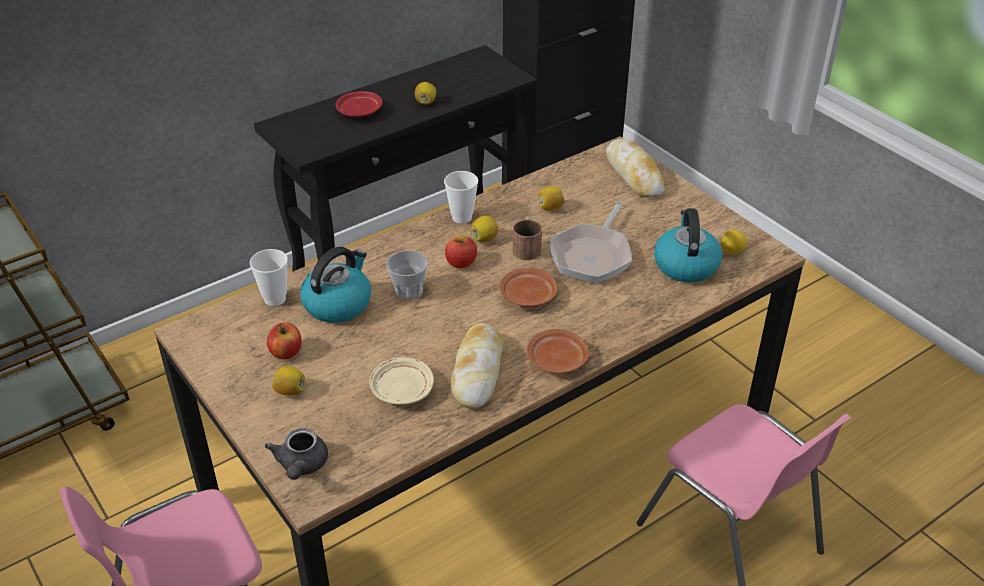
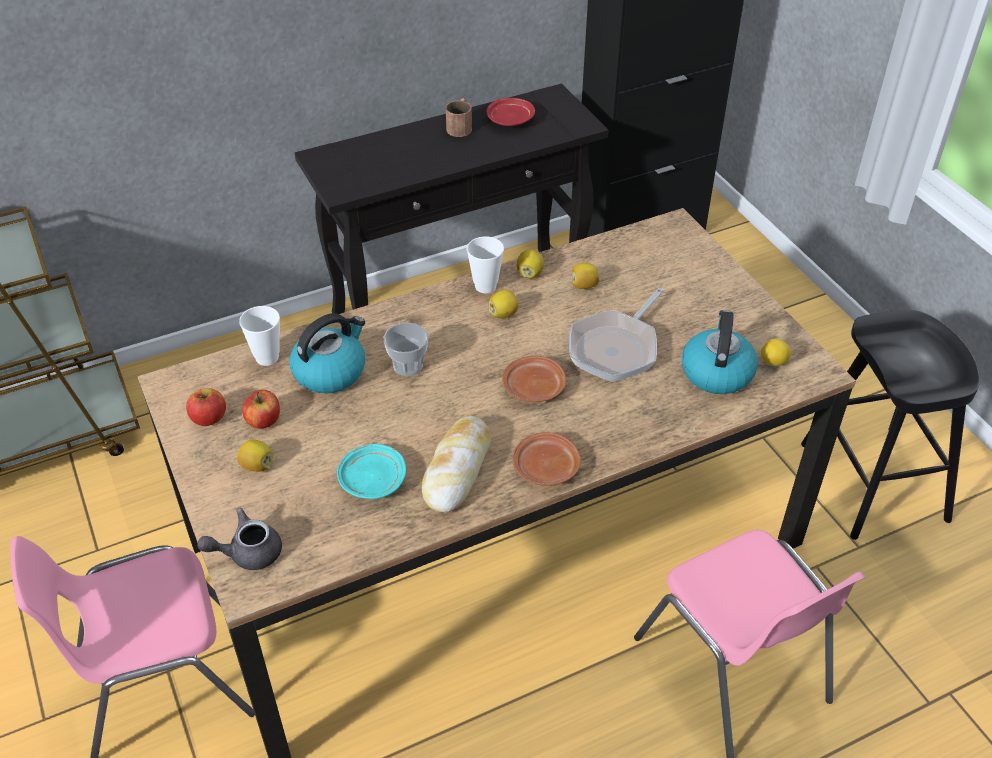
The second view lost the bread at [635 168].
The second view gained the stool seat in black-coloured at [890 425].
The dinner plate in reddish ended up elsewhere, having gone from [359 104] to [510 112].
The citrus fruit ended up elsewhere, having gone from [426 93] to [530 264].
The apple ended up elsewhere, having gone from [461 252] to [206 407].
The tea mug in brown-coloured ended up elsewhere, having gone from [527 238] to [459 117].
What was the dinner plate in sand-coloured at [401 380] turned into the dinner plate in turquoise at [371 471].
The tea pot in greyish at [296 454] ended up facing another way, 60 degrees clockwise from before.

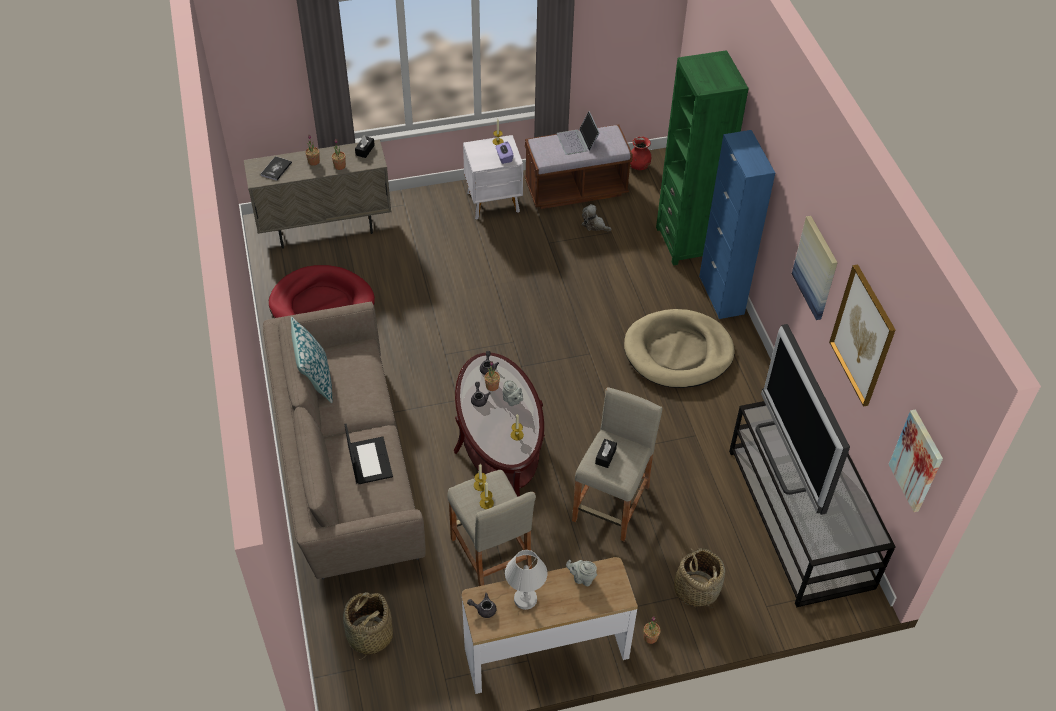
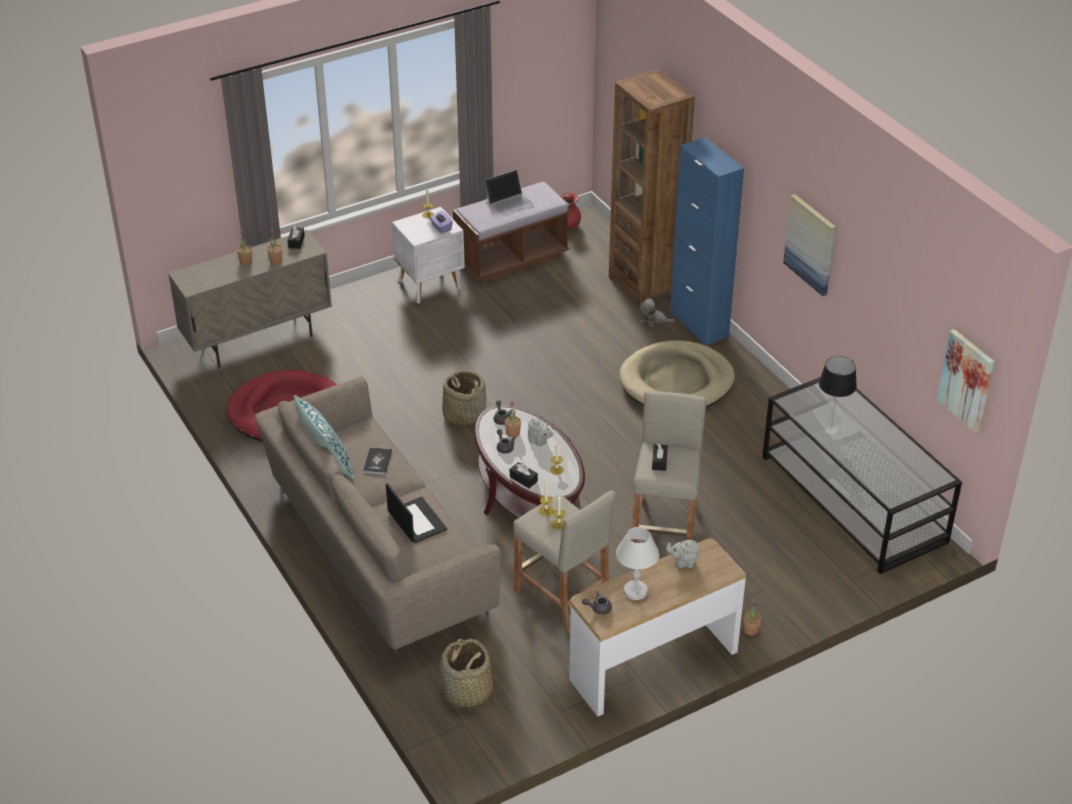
The second view lost the wall picture at [862 335].
The second view gained the tissue holder in black-coloured at [524 475].
The bound book ended up elsewhere, having gone from [276 168] to [377 461].
The cuddly toy ended up elsewhere, having gone from [596 217] to [657 312].
The household basket ended up elsewhere, having gone from [699 578] to [464 398].
Where the TV stood at [802 419], the tabletop lamp came to stand at [838 395].
What was the bookcase in greenish at [702 158] turned into the bookcase in brown-coloured at [652 188].
The portable computer at [578 133] ended up facing another way, 90 degrees counterclockwise from before.

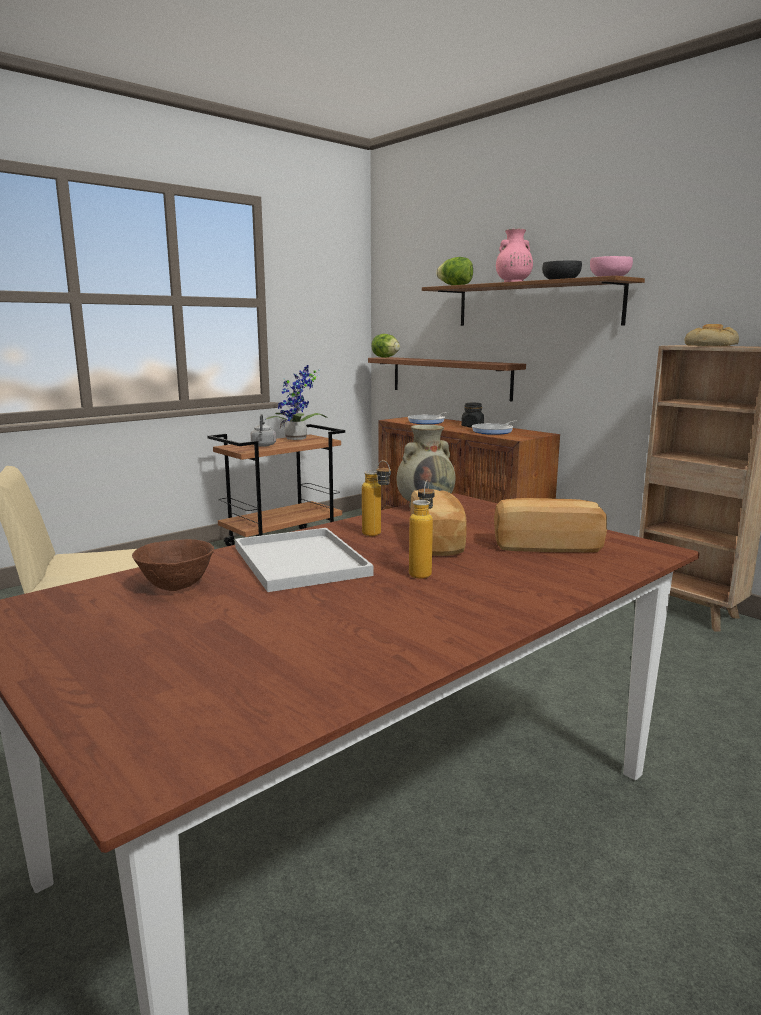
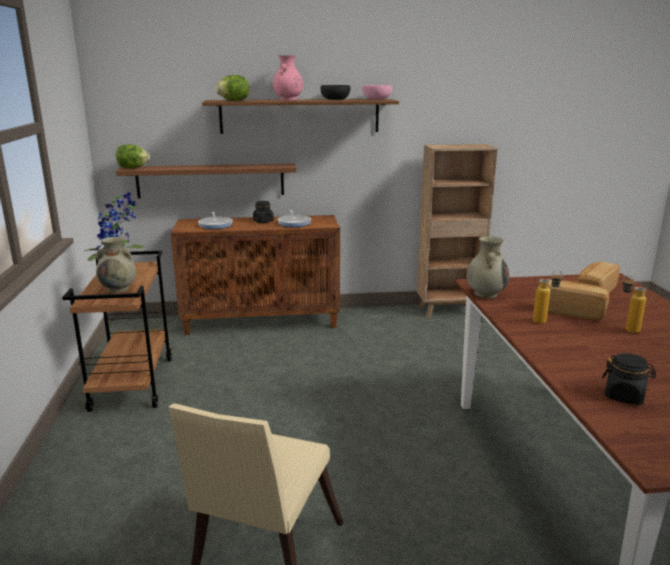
The second view lost the tray in white at [304 560].
The second view lost the bread at [712 335].
Where the bowl in brown-coloured stood at [173 565], the jar in black-coloured came to stand at [629 379].
Where the kettle in greyish stood at [263 430], the decorative vase in sand-coloured came to stand at [116 265].

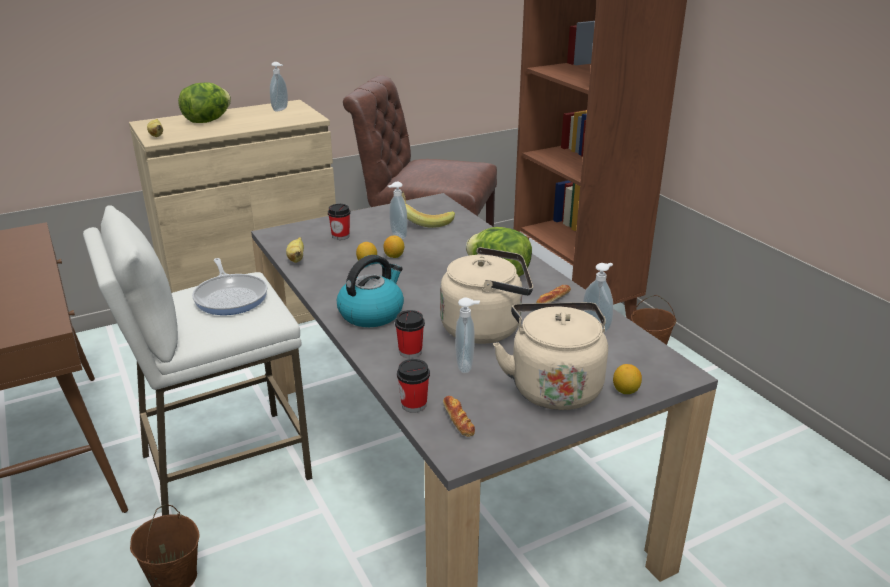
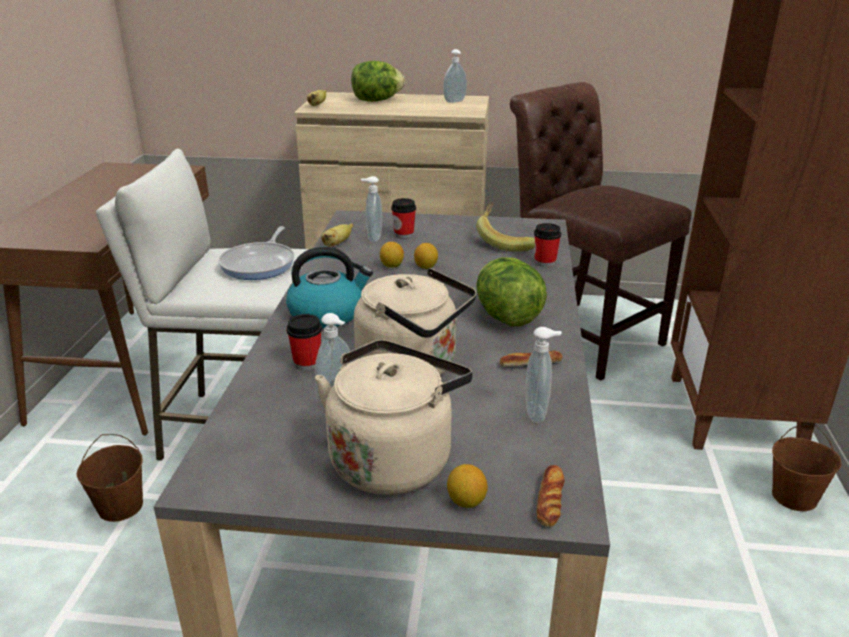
The soap bottle ended up elsewhere, having gone from [397 210] to [371 209].
The small cup ended up elsewhere, having gone from [413 386] to [547 245].
The bread ended up elsewhere, having gone from [459 416] to [550 496].

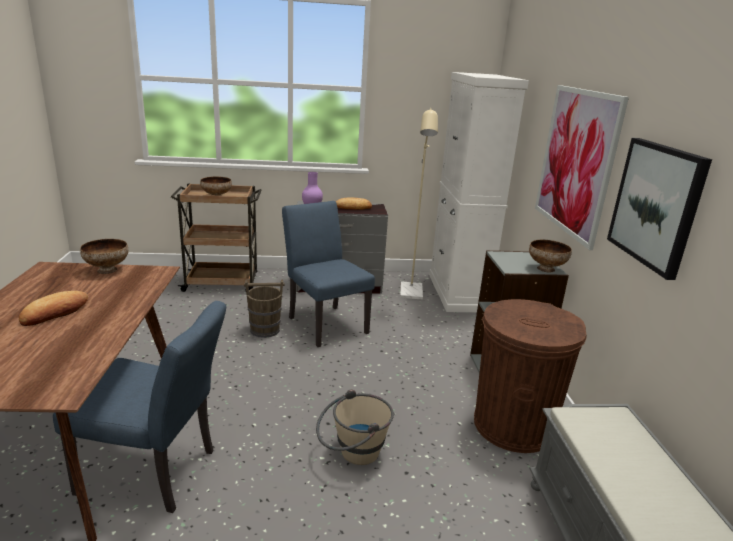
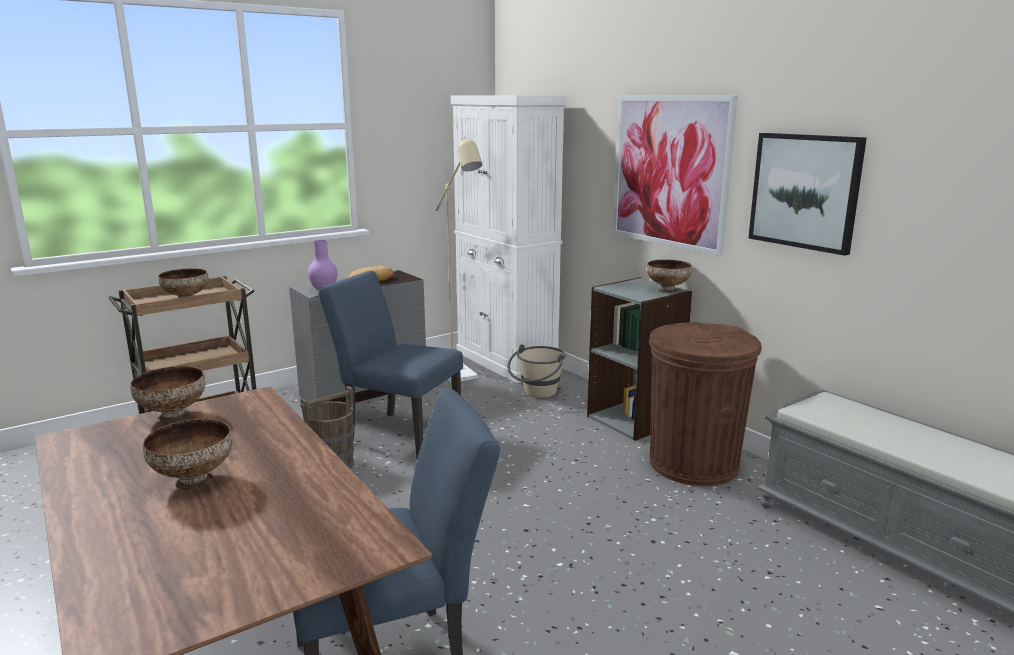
The water bucket in sand-coloured ended up elsewhere, having gone from [355 427] to [536 371].
Where the bread stood at [53 308], the bowl came to stand at [188 454].

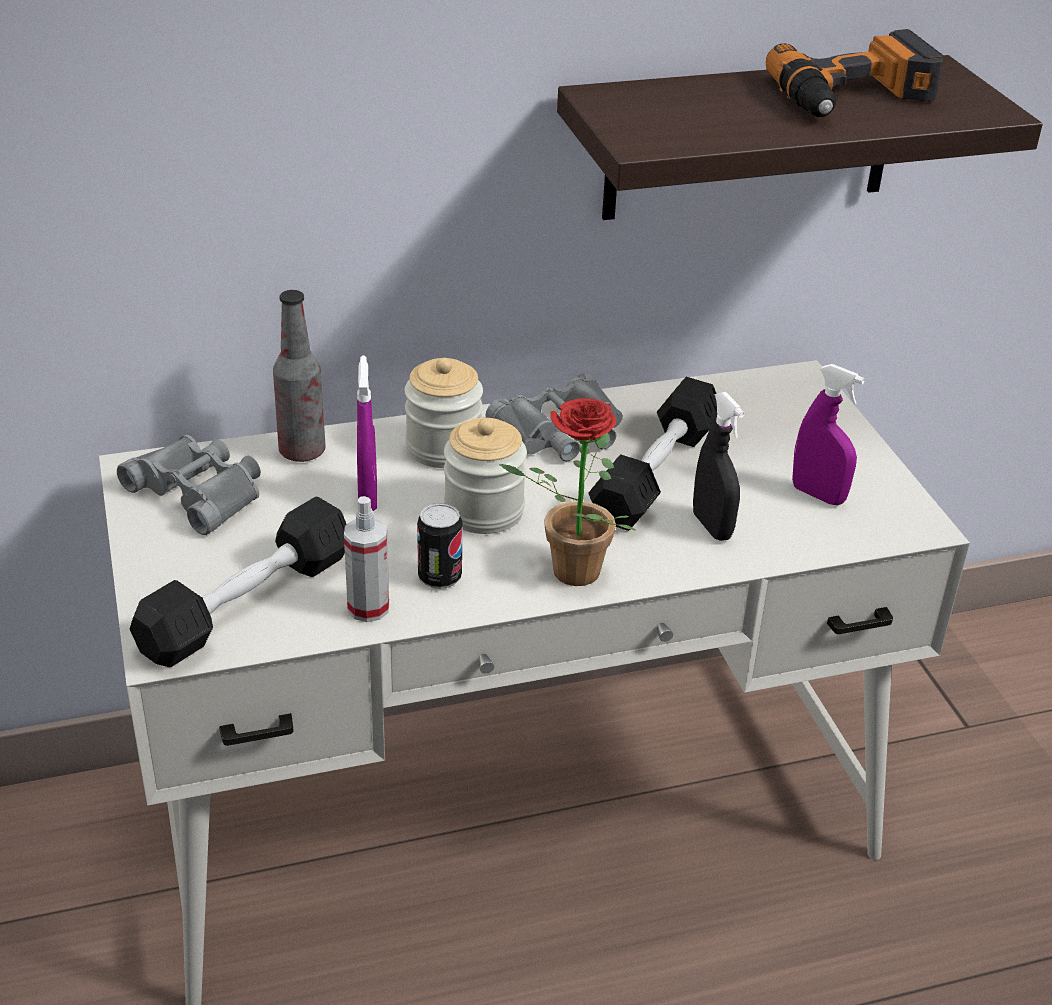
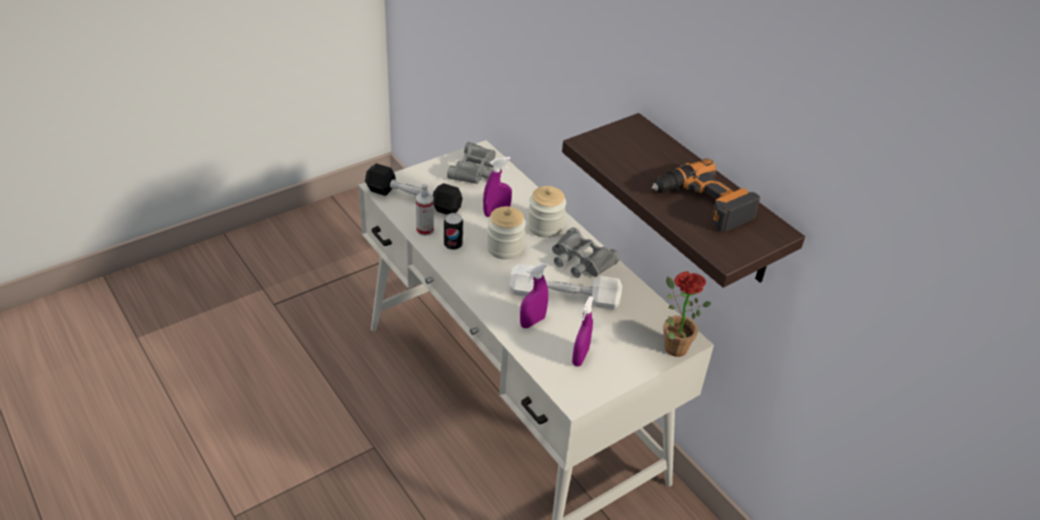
The second view lost the drink bottle at [299 376].
The potted plant ended up elsewhere, having gone from [567 492] to [687 314].
What was the free weight in black-coloured at [653 454] turned into the free weight in white at [565 287].
What was the spray bottle in black-coloured at [719 466] turned into the spray bottle in purple-coloured at [534 295].

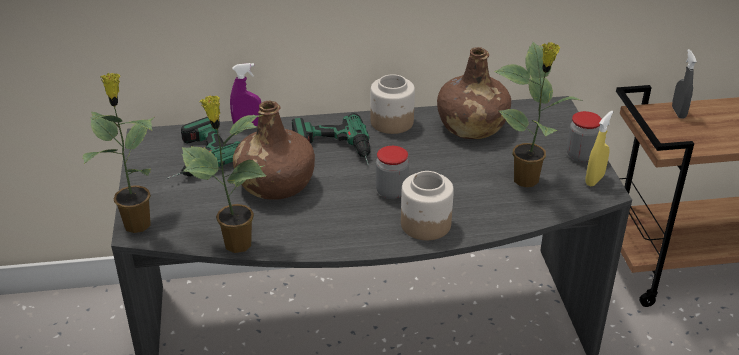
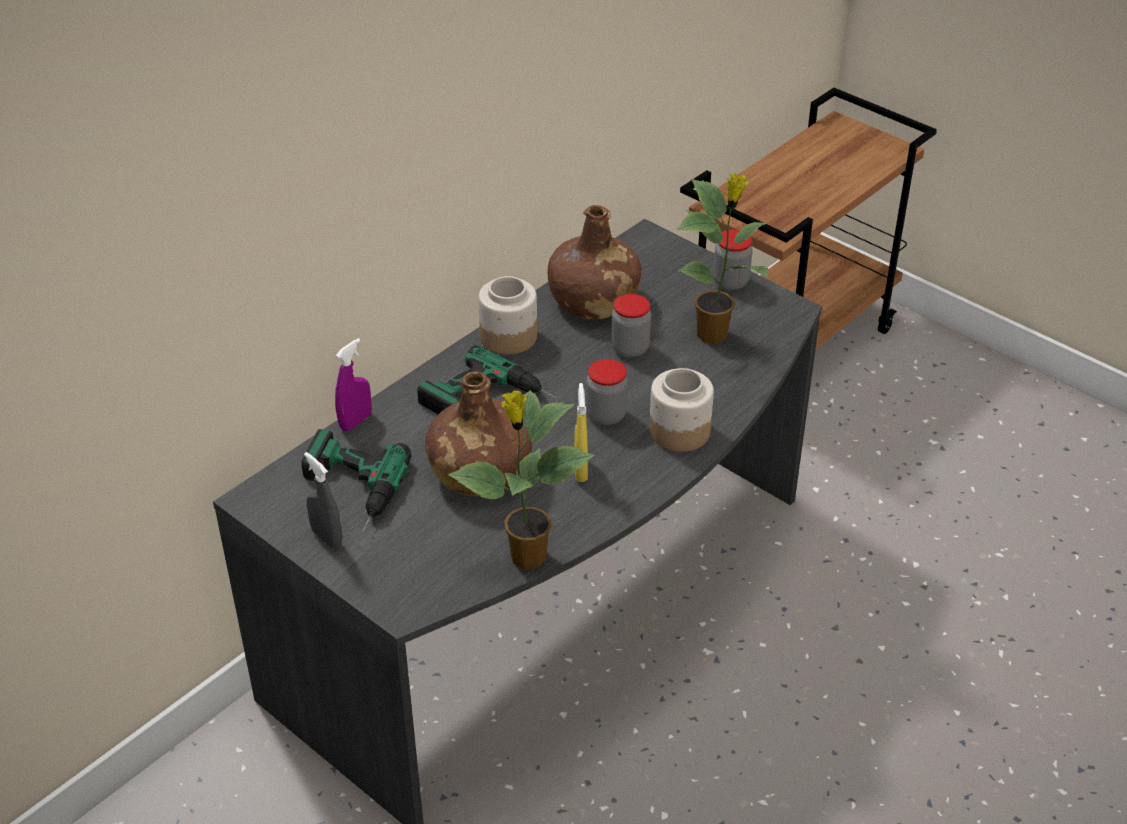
The second view lost the potted plant at [118 153].
The second view gained the jar at [631 326].
The spray bottle in yellow-coloured ended up elsewhere, having gone from [599 148] to [581 432].
The spray bottle in greyish ended up elsewhere, having gone from [684 84] to [323 500].

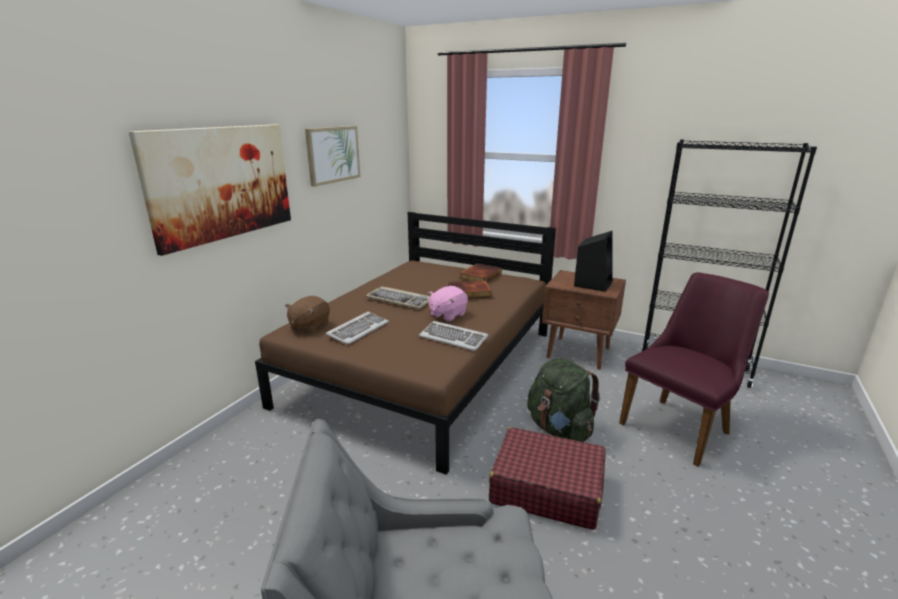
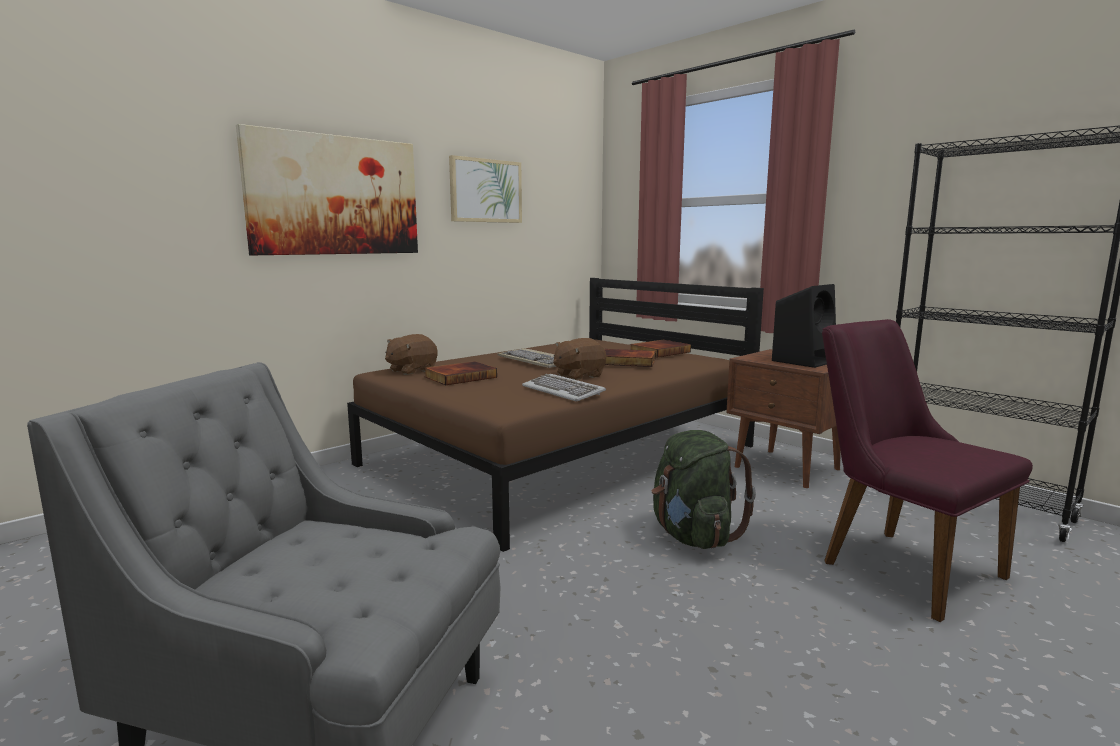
The second view lost the piece of luggage in reddish at [547 478].
Where the computer keyboard stood at [357 328], the bound book came to stand at [460 373].
What was the cuddly toy in pink-coloured at [448 304] turned into the cuddly toy in brown-coloured at [579 359].
The plain chair in purple-coloured at [694 369] ended up facing another way, 105 degrees counterclockwise from before.

